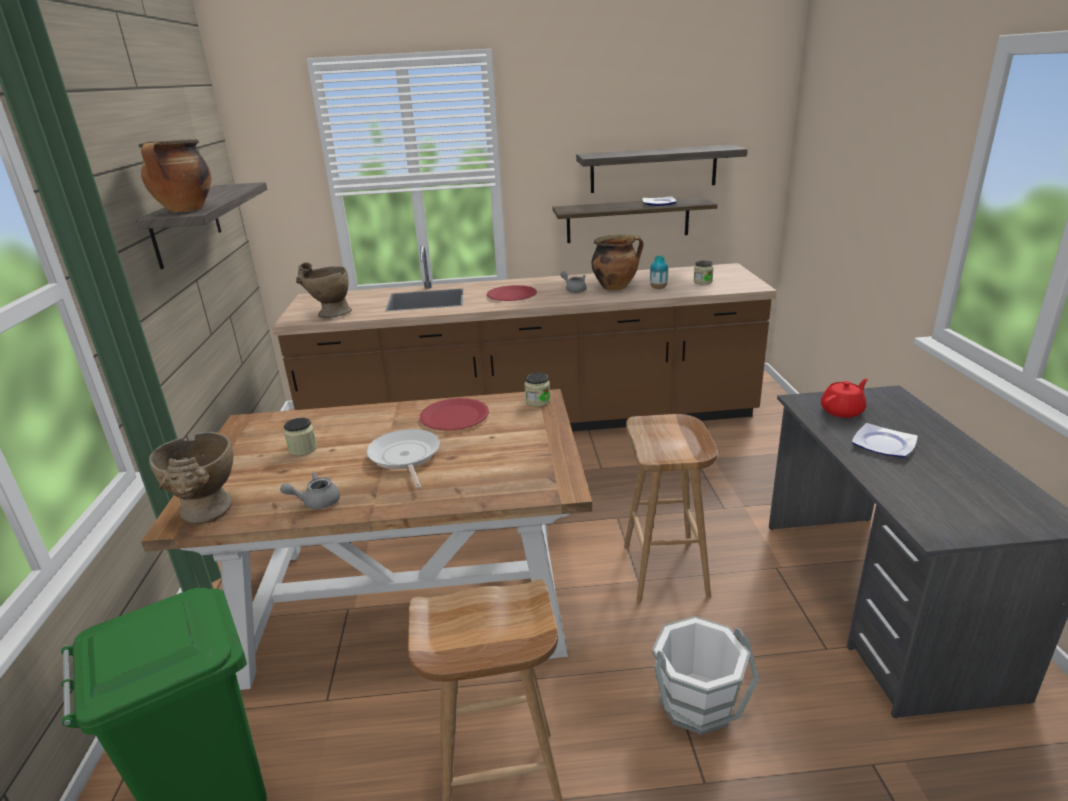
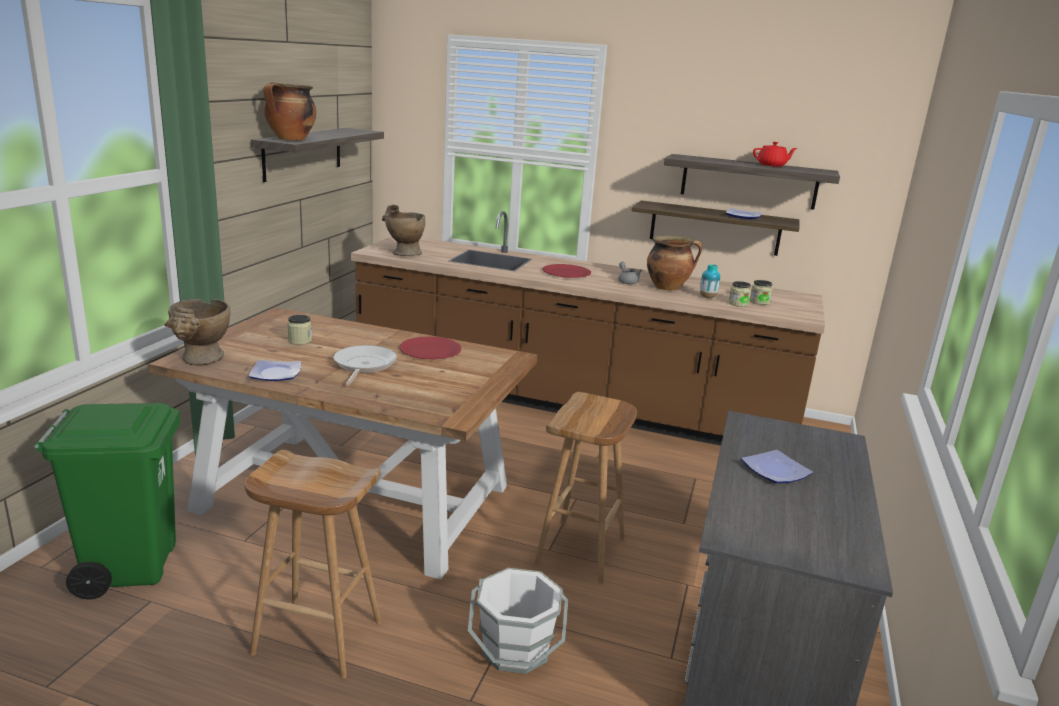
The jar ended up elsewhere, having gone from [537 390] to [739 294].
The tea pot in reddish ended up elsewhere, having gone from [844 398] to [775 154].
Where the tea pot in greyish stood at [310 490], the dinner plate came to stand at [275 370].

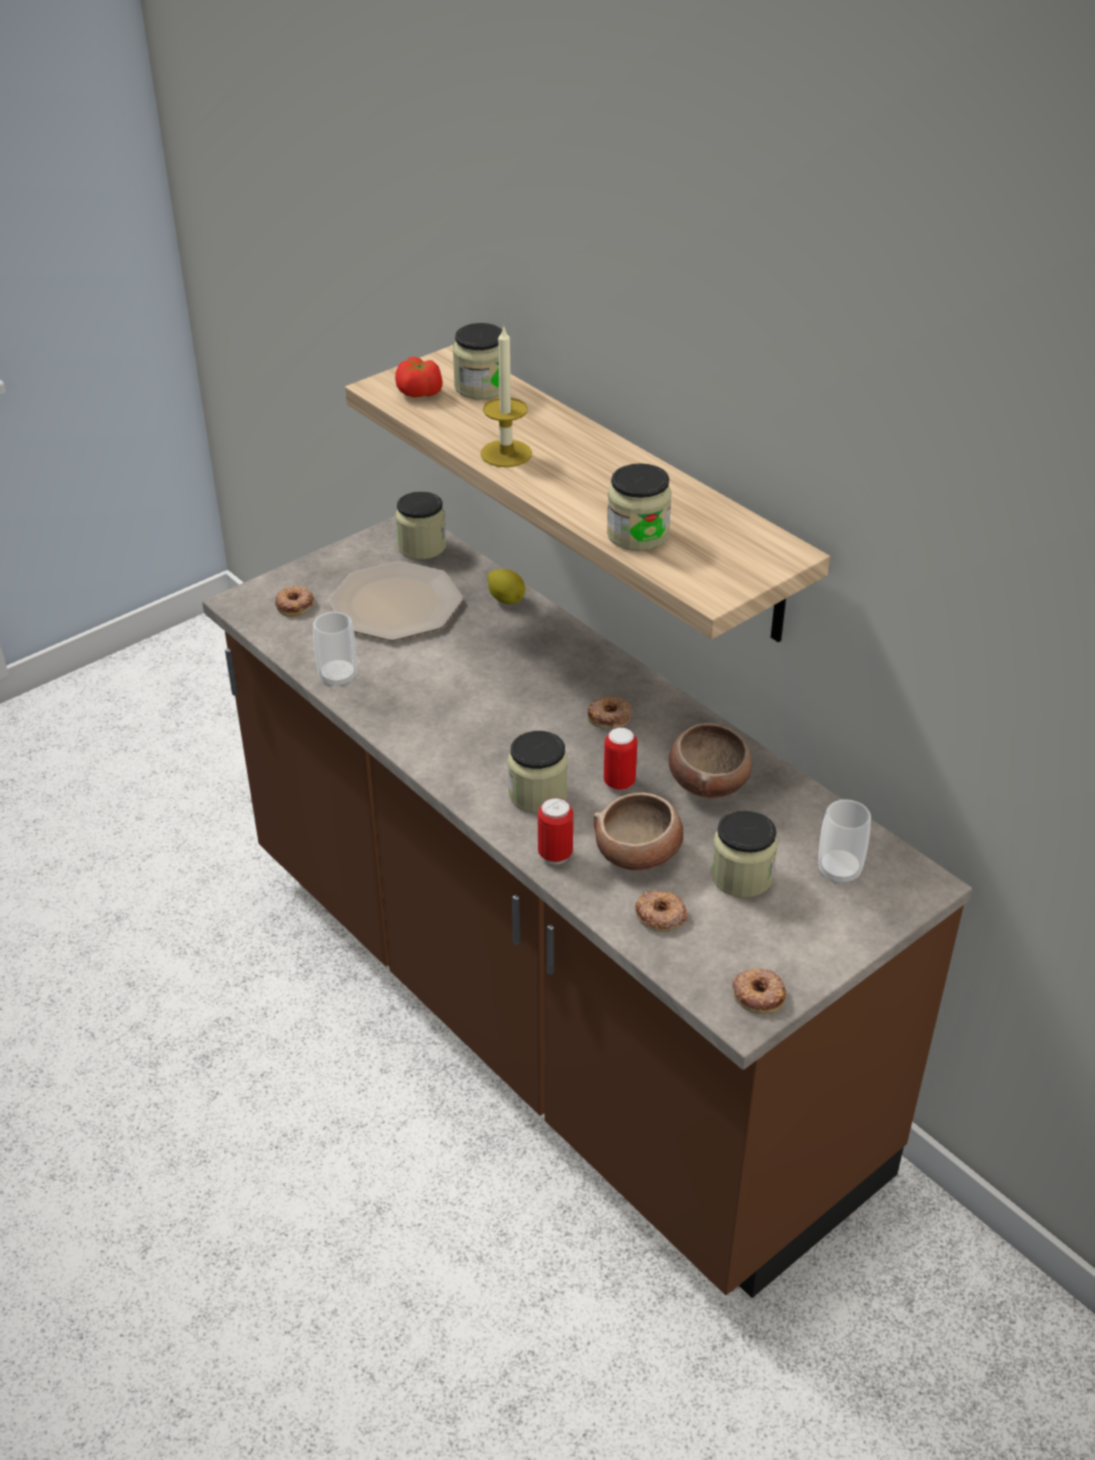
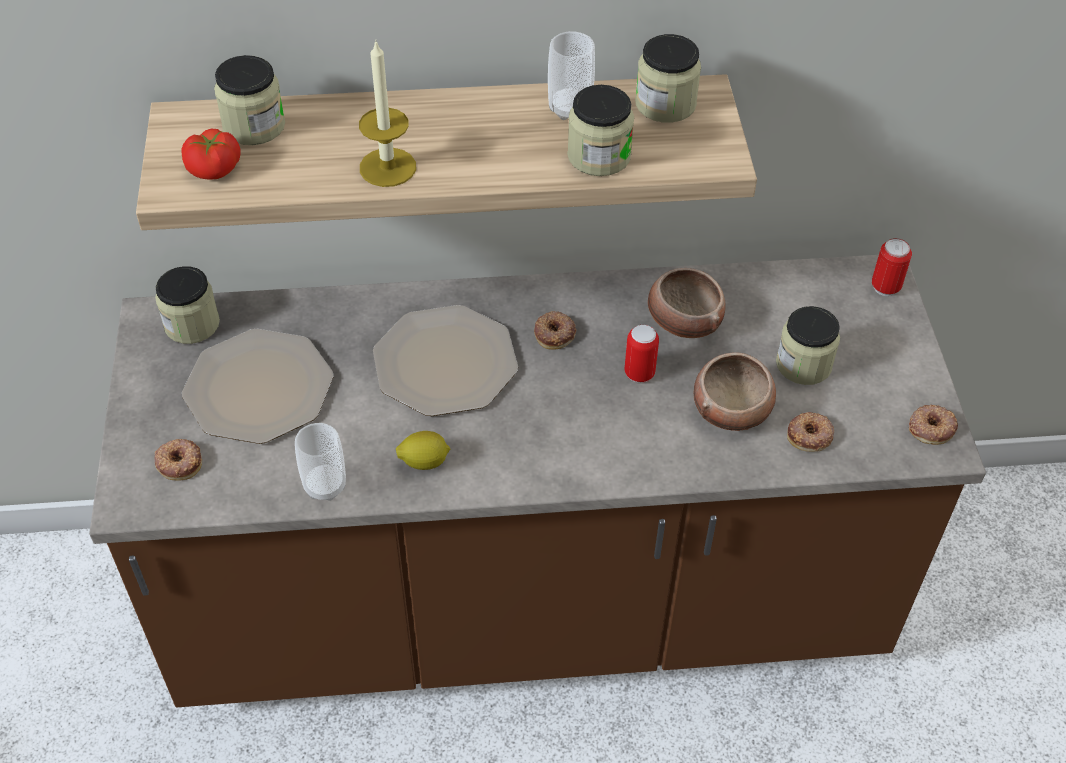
The second view gained the dinner plate at [445 360].
The citrus fruit ended up elsewhere, having gone from [506 586] to [423 450].
The jar ended up elsewhere, having gone from [538 772] to [668 78].
The metal can ended up elsewhere, having gone from [555 830] to [892 267].
The small cup ended up elsewhere, having gone from [844 842] to [571 75].

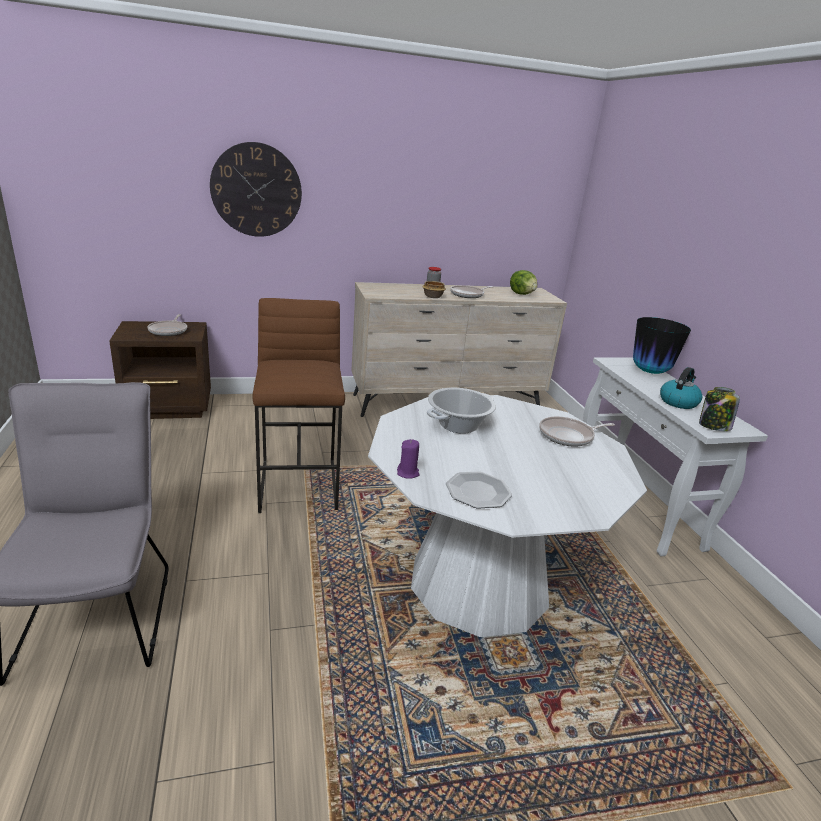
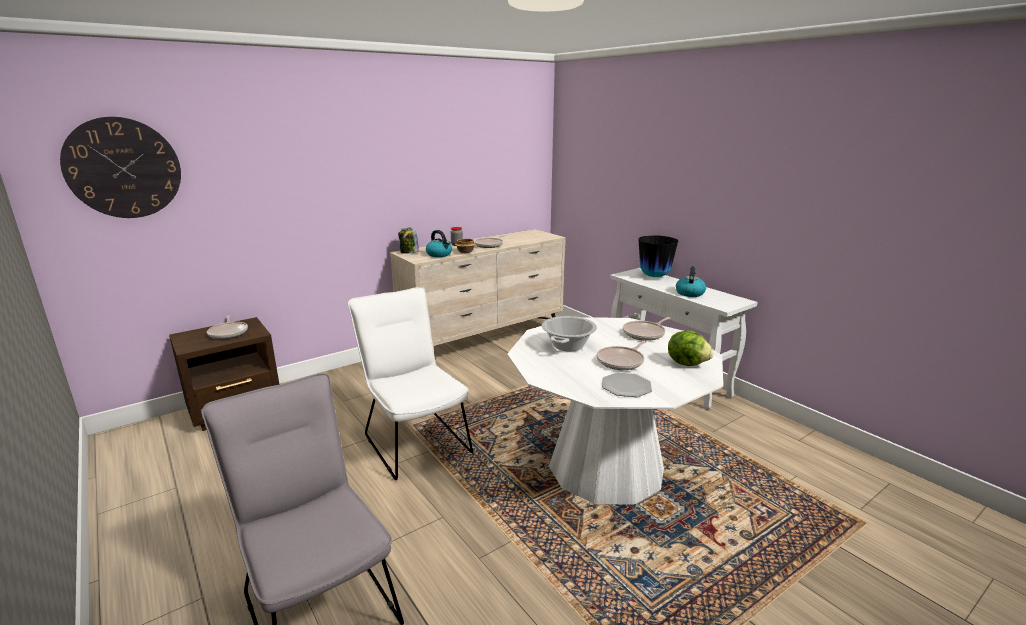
The second view lost the wax light in purple-coloured at [408 459].
The second view gained the kettle at [439 243].
The second view gained the skillet at [622 355].
The wall clock ended up elsewhere, having gone from [256 189] to [120 167].
The lettuce head ended up elsewhere, having gone from [524 282] to [691 348].
The jar ended up elsewhere, having gone from [719 409] to [408 241].
Where the stool seat in brown-coloured stood at [299 405], the plain chair in white came to stand at [410 383].

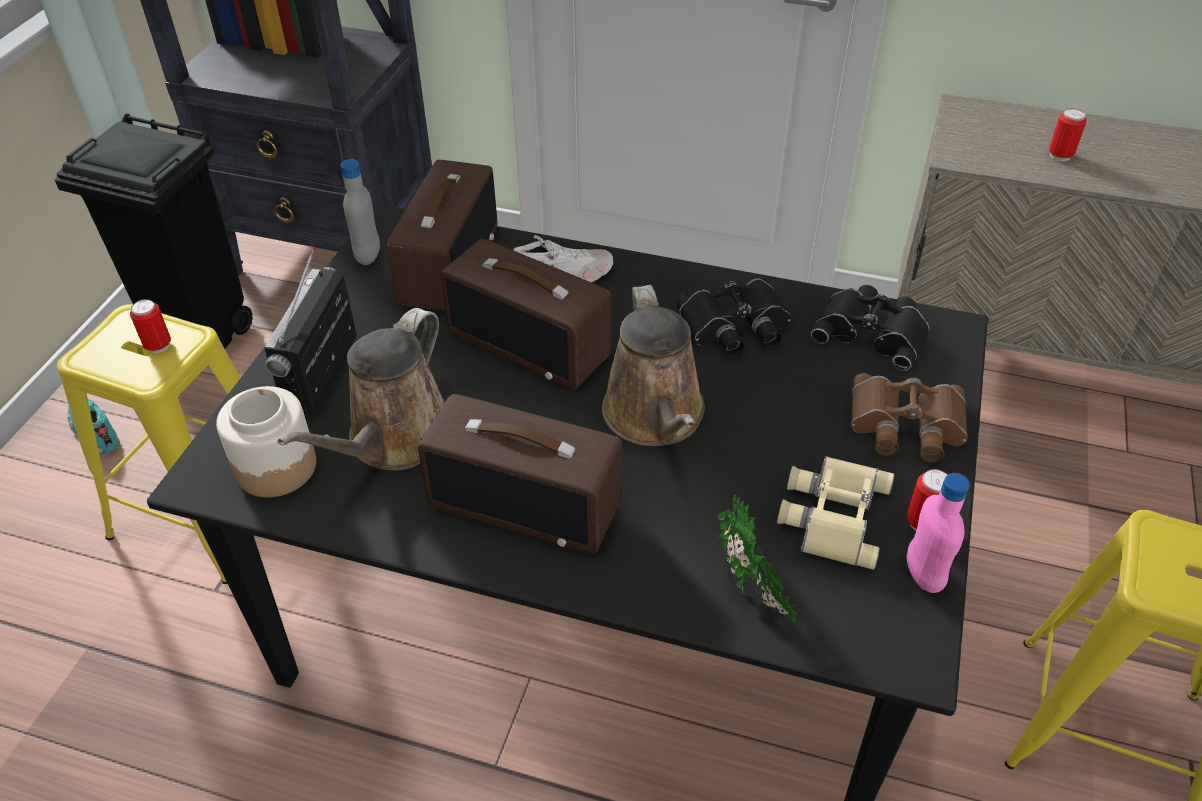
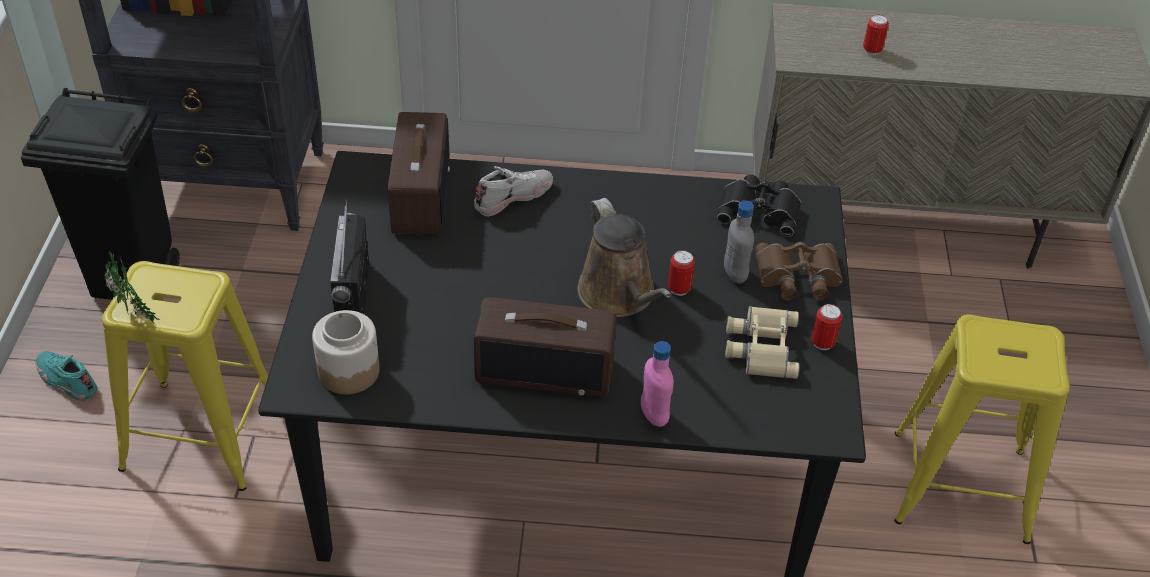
The second view lost the sprinkling can in brown-coloured at [361 389].
The second view lost the radio receiver at [526 314].
The second view lost the binoculars in black-coloured at [733 317].
The metal can ended up elsewhere, having gone from [150 326] to [681 273].
The drink bottle in greyish ended up elsewhere, having gone from [360 212] to [739 242].
The potted plant ended up elsewhere, having gone from [757 561] to [132 288].
The drink bottle in pink-coloured ended up elsewhere, having gone from [938 533] to [657 384].

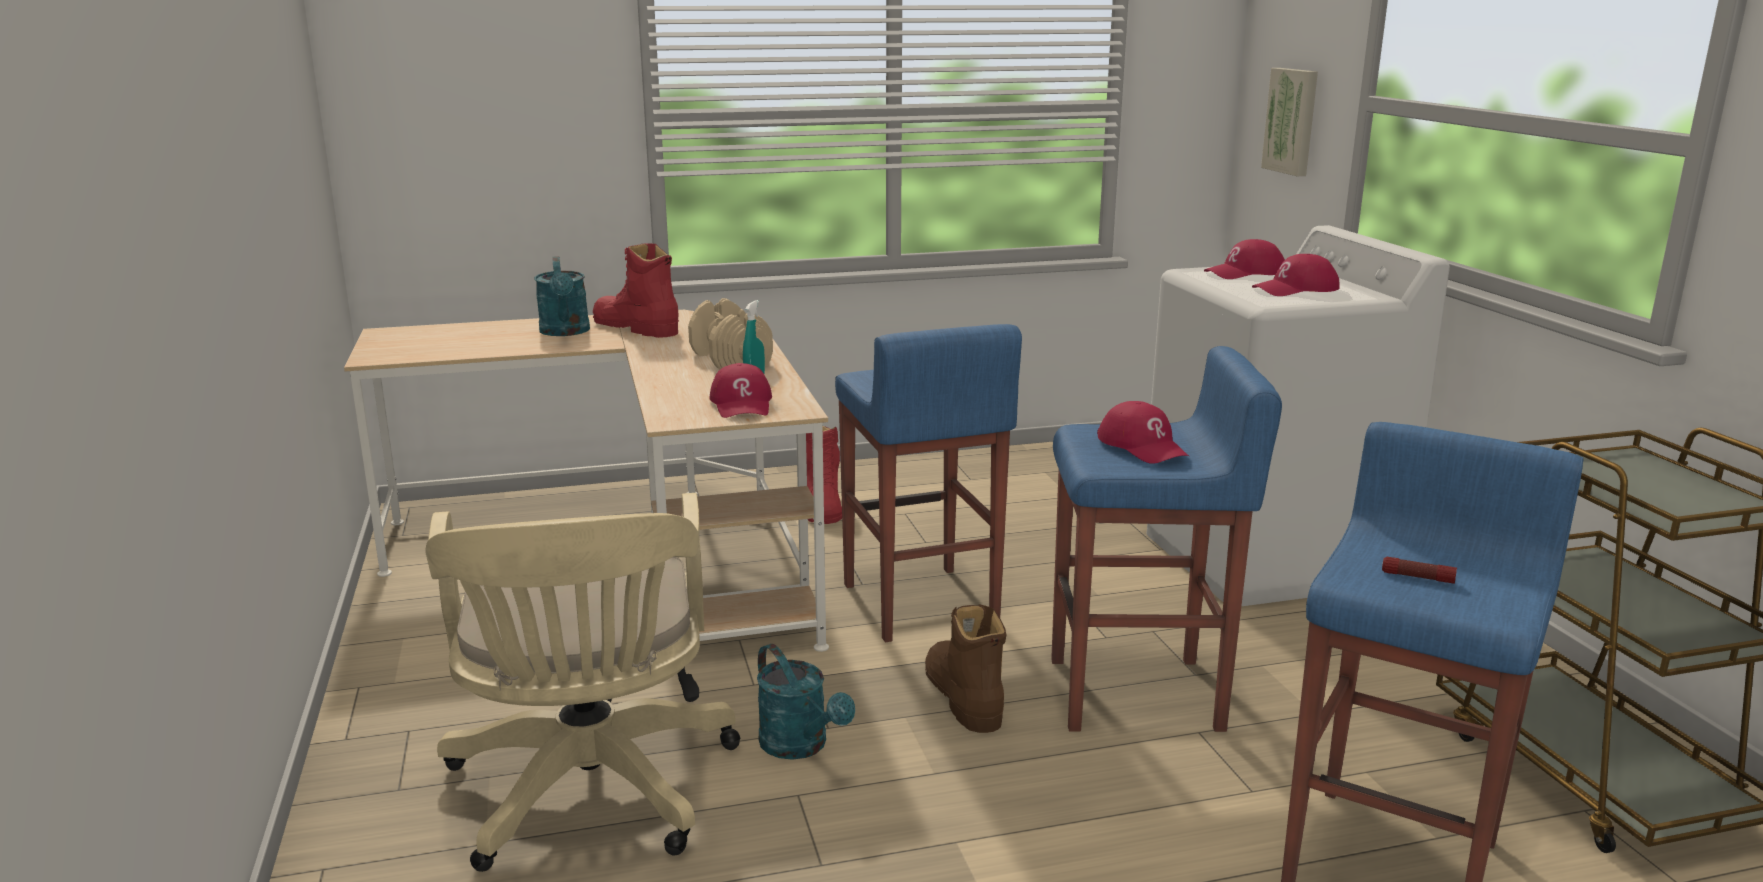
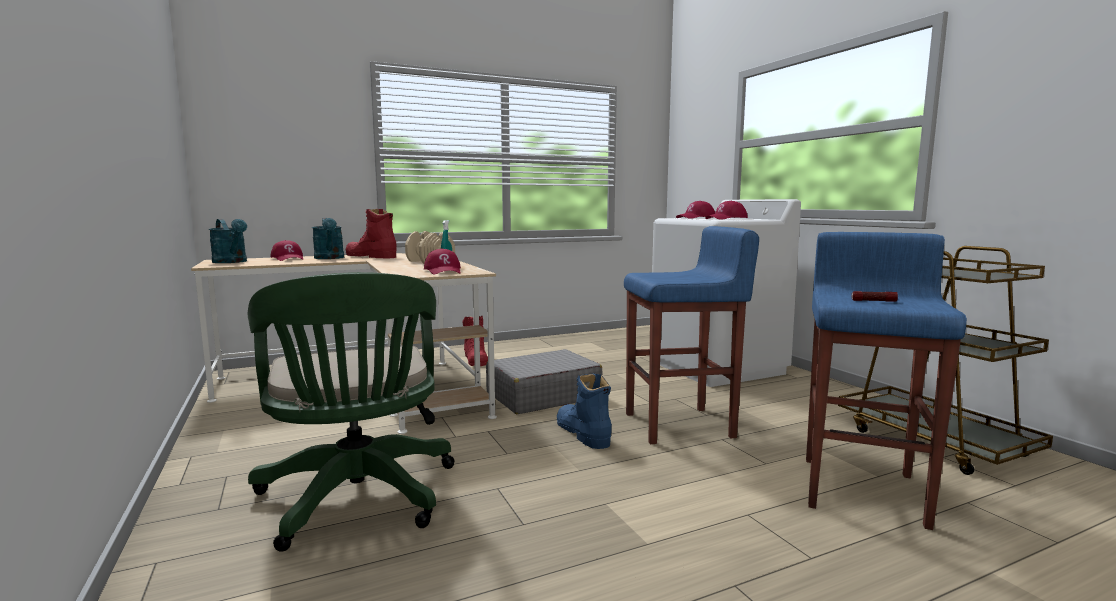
The second view lost the wall picture at [1289 122].
The sprinkling can in turquoise ended up elsewhere, having gone from [806 702] to [228 241].
The peaked cap in reddish ended up elsewhere, having gone from [1143 432] to [287 250].
Where the stool seat in blue-coloured stood at [928 483], the piece of luggage in greyish came to stand at [544 381].
What was the office chair in sand-coloured at [582 682] turned into the office chair in greenish at [351 412].
What was the boot in brown-coloured at [966 668] turned into the boot in blue-coloured at [584 411].

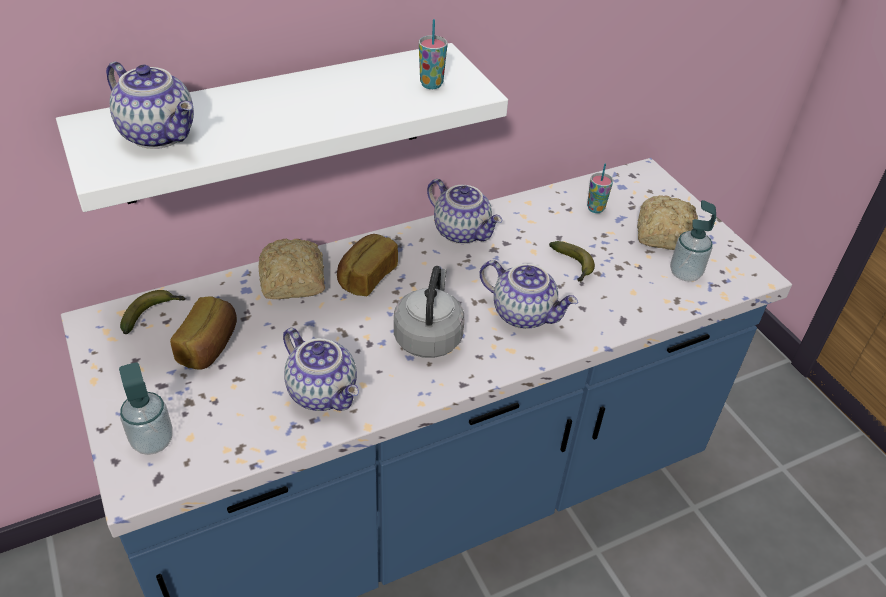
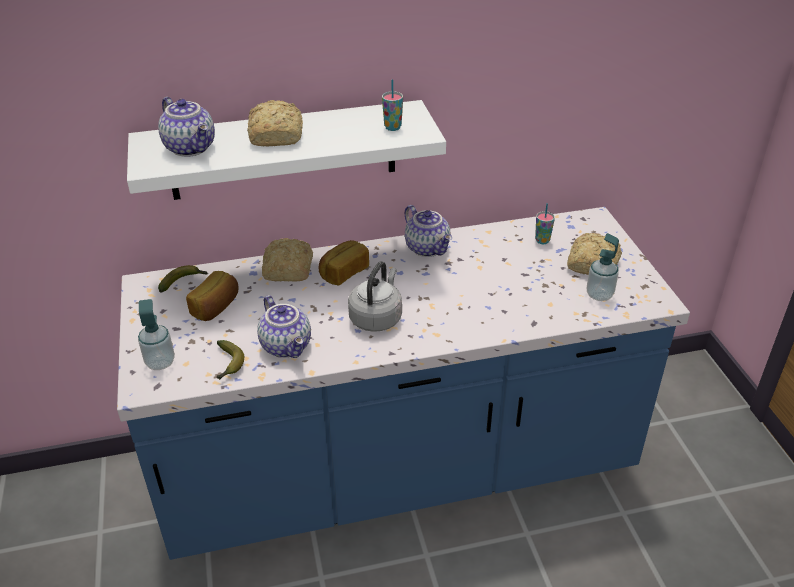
The second view lost the tea pot at [529 294].
The second view gained the bread at [275 123].
The banana fruit ended up elsewhere, having gone from [572 262] to [230 360].

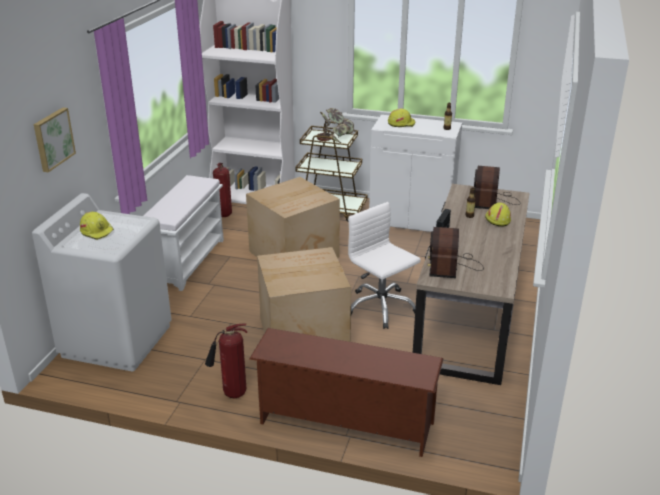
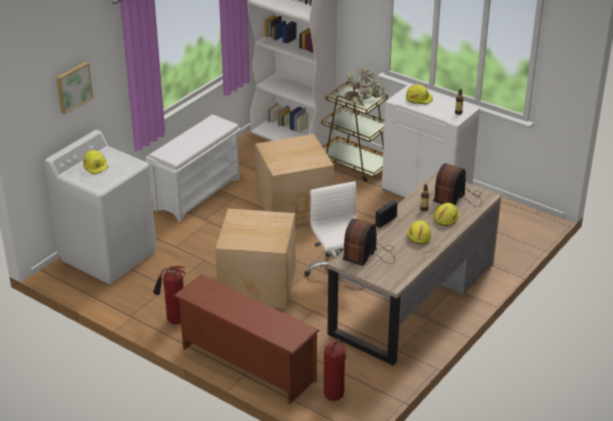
The second view gained the safety helmet in yellow-coloured at [419 232].
The fire extinguisher ended up elsewhere, having gone from [222 190] to [335 370].

